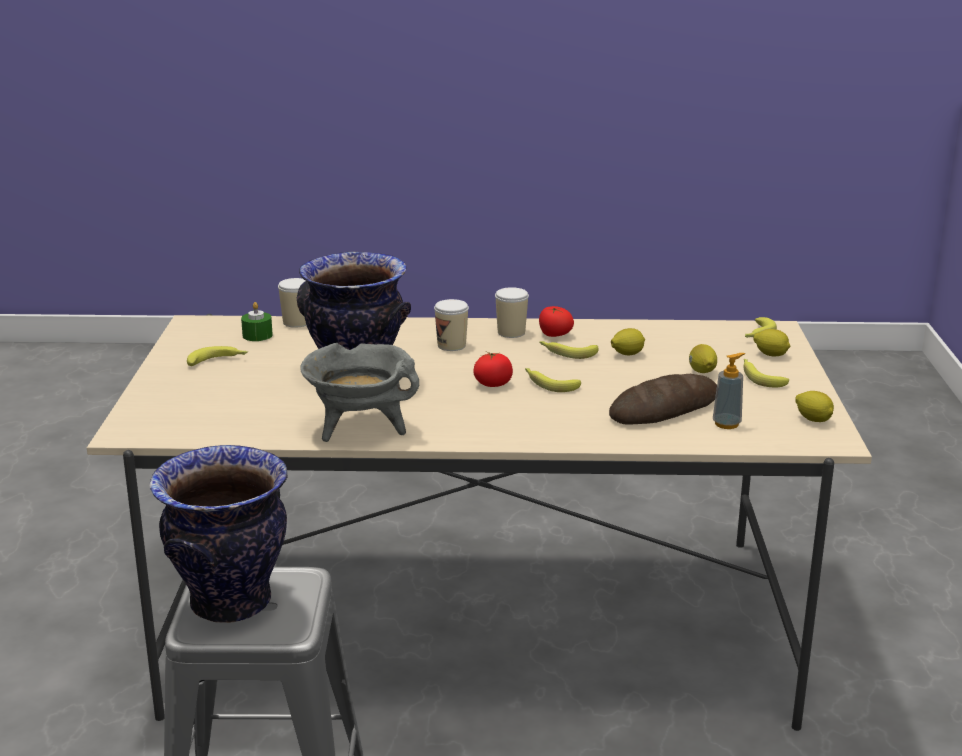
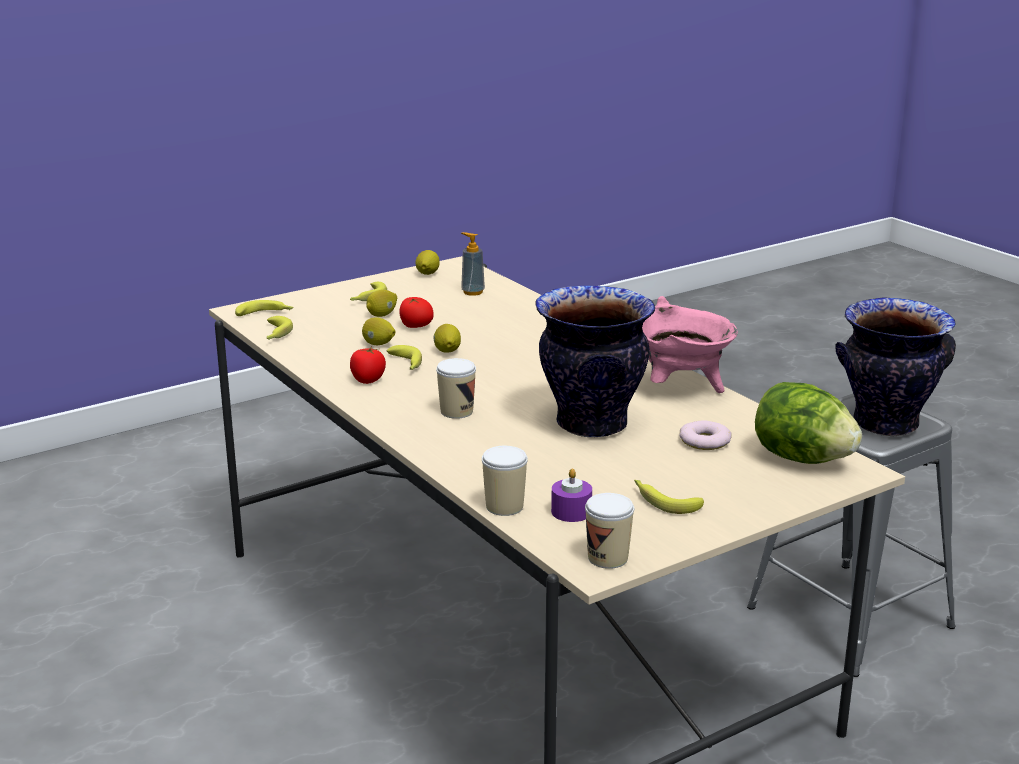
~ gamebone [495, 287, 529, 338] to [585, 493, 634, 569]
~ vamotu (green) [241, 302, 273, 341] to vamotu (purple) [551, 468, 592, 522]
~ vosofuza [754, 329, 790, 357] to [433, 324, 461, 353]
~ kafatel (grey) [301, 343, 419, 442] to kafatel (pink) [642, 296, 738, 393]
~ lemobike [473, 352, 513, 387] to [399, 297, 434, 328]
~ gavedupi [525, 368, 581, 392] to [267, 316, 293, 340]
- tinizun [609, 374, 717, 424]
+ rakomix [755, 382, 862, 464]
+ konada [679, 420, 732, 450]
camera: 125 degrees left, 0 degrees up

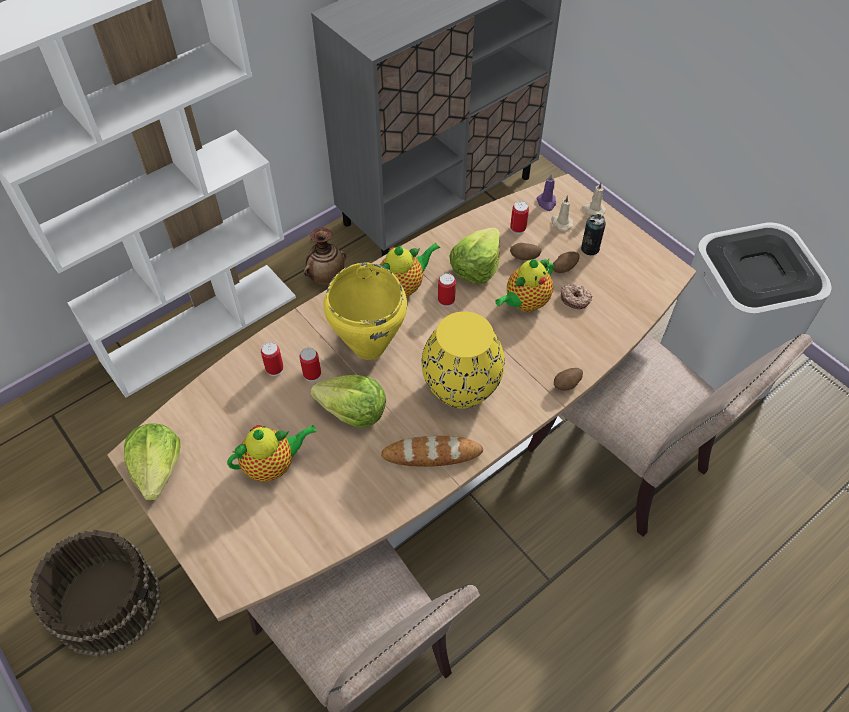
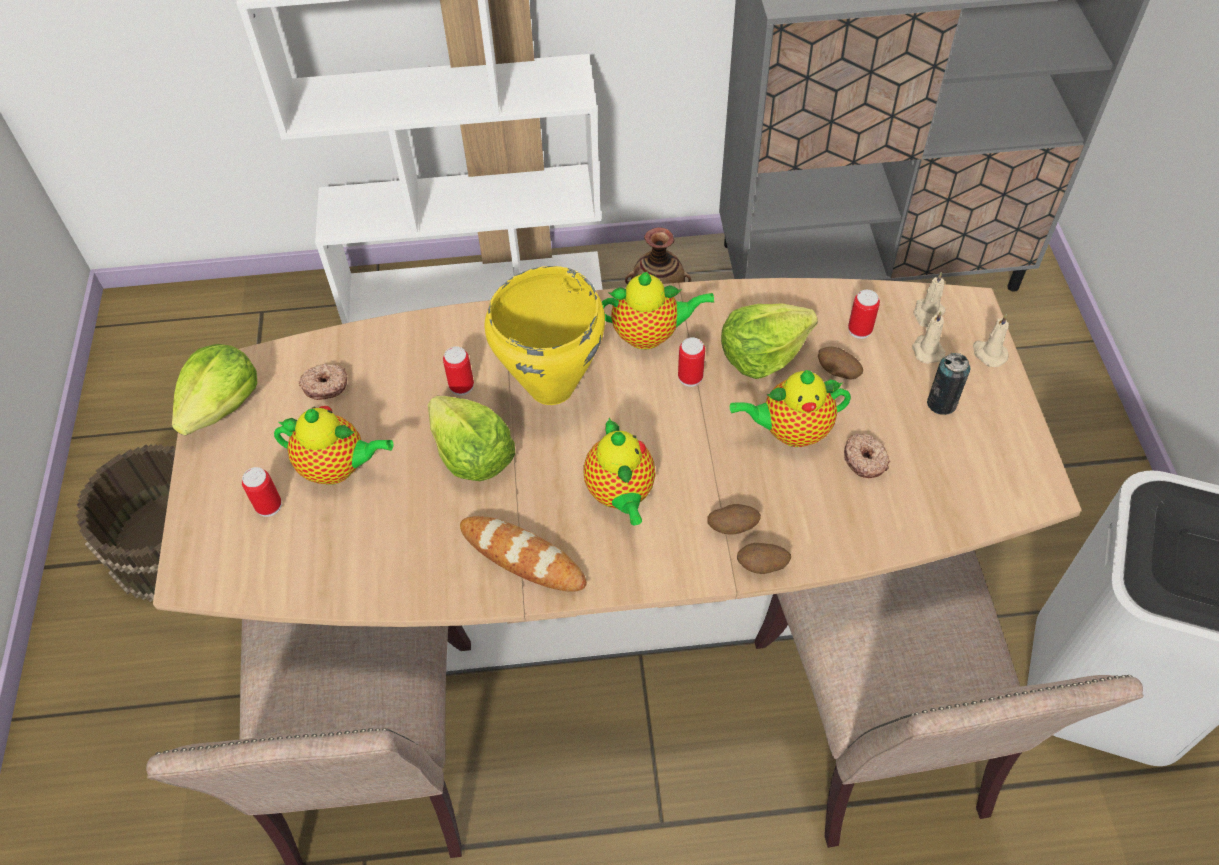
~ vamotu (purple) [536, 174, 556, 211] to vamotu (beige) [913, 272, 946, 327]
~ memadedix [553, 251, 580, 273] to [707, 504, 761, 535]
~ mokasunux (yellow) [421, 311, 505, 409] to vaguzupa [583, 418, 656, 526]
~ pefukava [261, 342, 284, 376] to [242, 467, 282, 517]
+ konada [299, 364, 347, 400]
camera: 35 degrees right, 0 degrees up

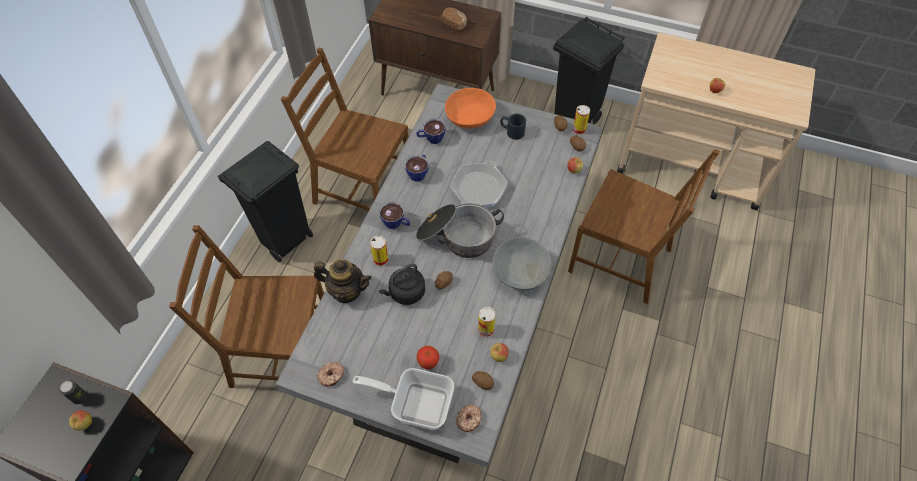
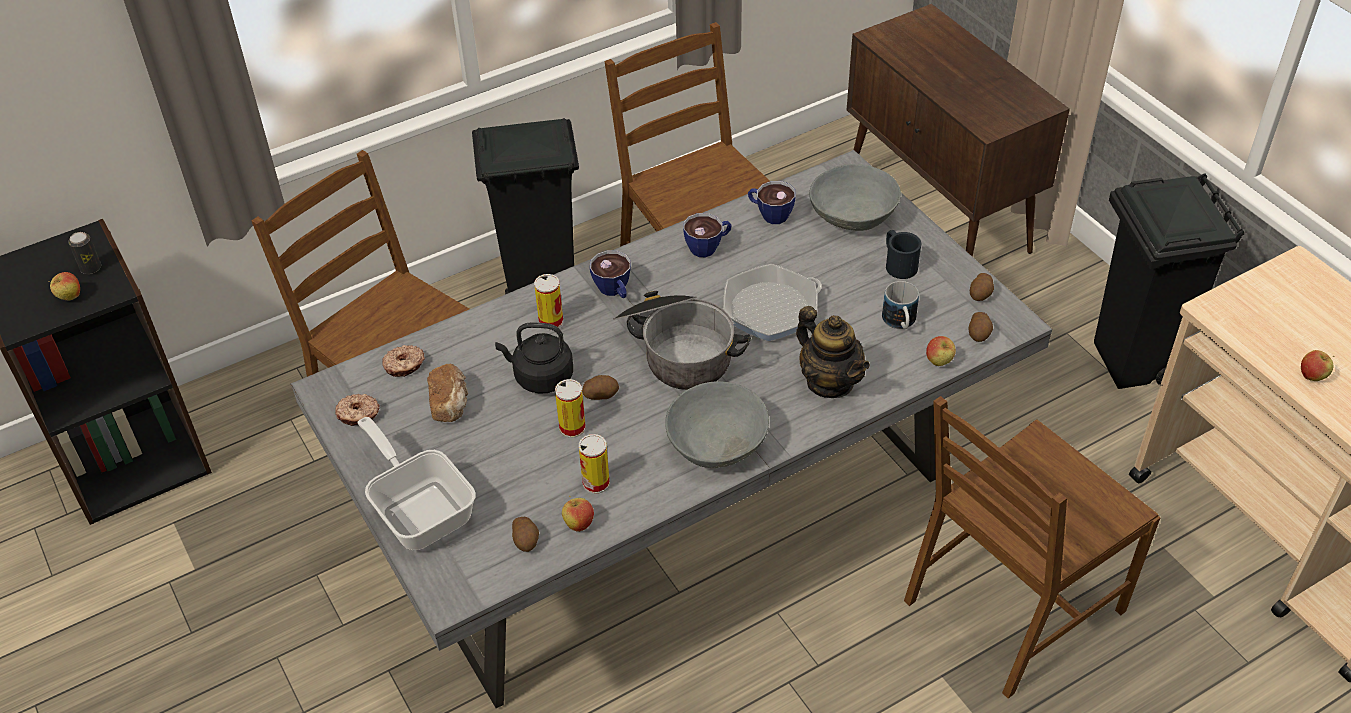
~ tinizun [441, 7, 467, 30] to [427, 364, 468, 422]
~ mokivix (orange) [445, 88, 496, 129] to mokivix (grey) [809, 164, 901, 231]
~ pefukava [573, 105, 590, 135] to [555, 379, 586, 438]
~ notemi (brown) [568, 149, 720, 304] = [904, 396, 1161, 699] 75 degrees clockwise
~ vaguzupa [314, 259, 371, 303] to [796, 306, 870, 398]
- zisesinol [417, 346, 439, 369]
~ konada [456, 404, 481, 432] to [382, 345, 425, 377]
+ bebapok [882, 281, 919, 329]
camera: 40 degrees right, 10 degrees down

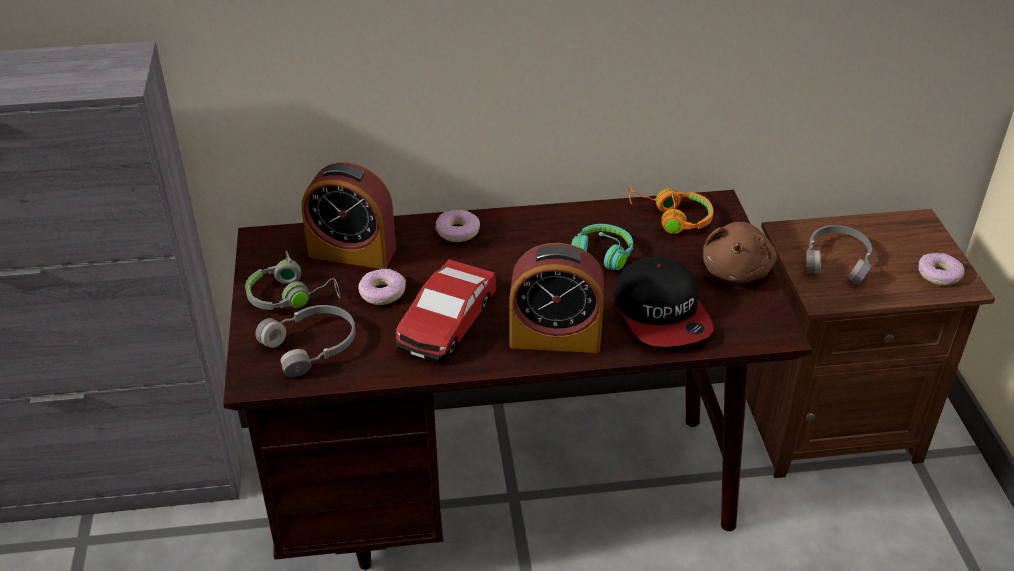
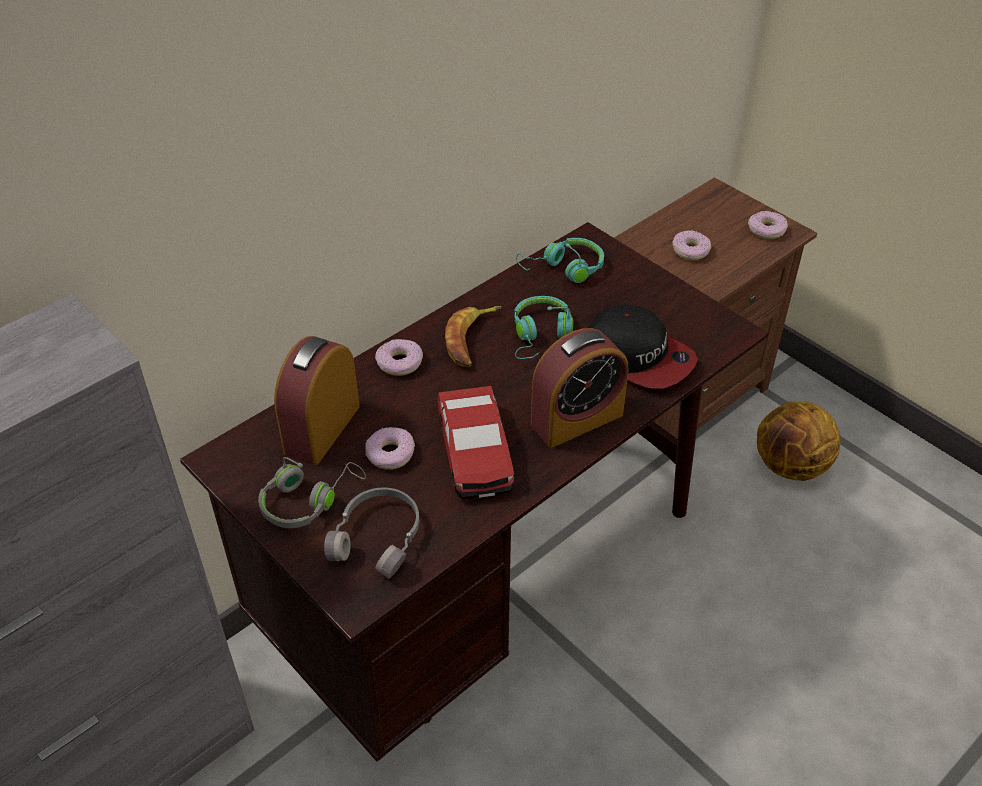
~ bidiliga [302, 162, 396, 269] = [274, 336, 360, 465] 135 degrees clockwise
~ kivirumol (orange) [629, 185, 713, 234] to kivirumol (turquoise) [516, 238, 604, 283]
- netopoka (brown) [703, 222, 777, 283]
~ kivirumol (grey) [806, 225, 872, 285] to konada [672, 230, 711, 260]
+ gavedupi [445, 306, 501, 367]
+ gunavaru [757, 401, 841, 481]
camera: 35 degrees left, 5 degrees up

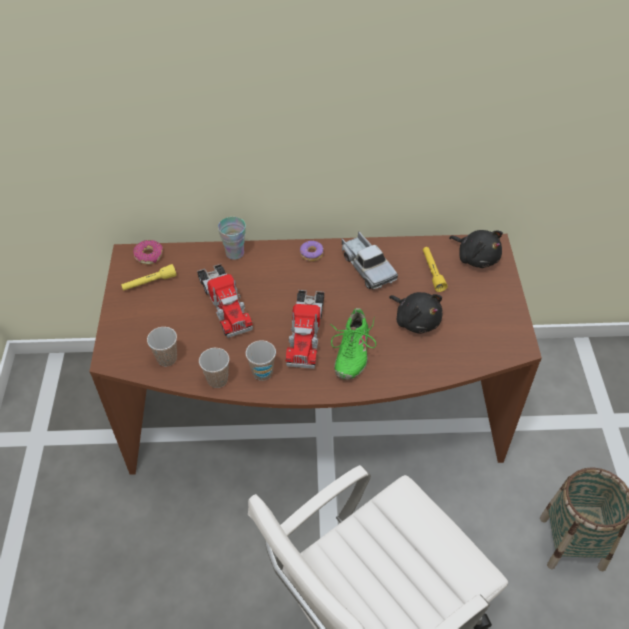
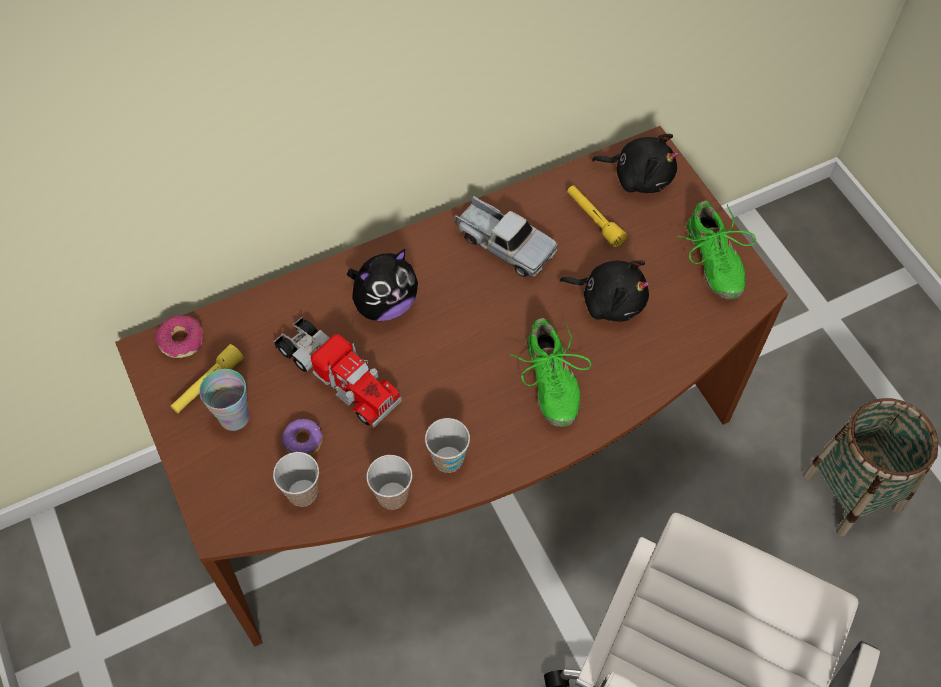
~ gamebone [218, 217, 246, 260] to [199, 369, 249, 431]
~ konada [300, 241, 324, 262] to [282, 419, 323, 456]
- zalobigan [286, 290, 324, 369]
+ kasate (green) [677, 200, 756, 300]
+ netopoka [347, 249, 418, 321]
camera: 25 degrees left, 10 degrees up

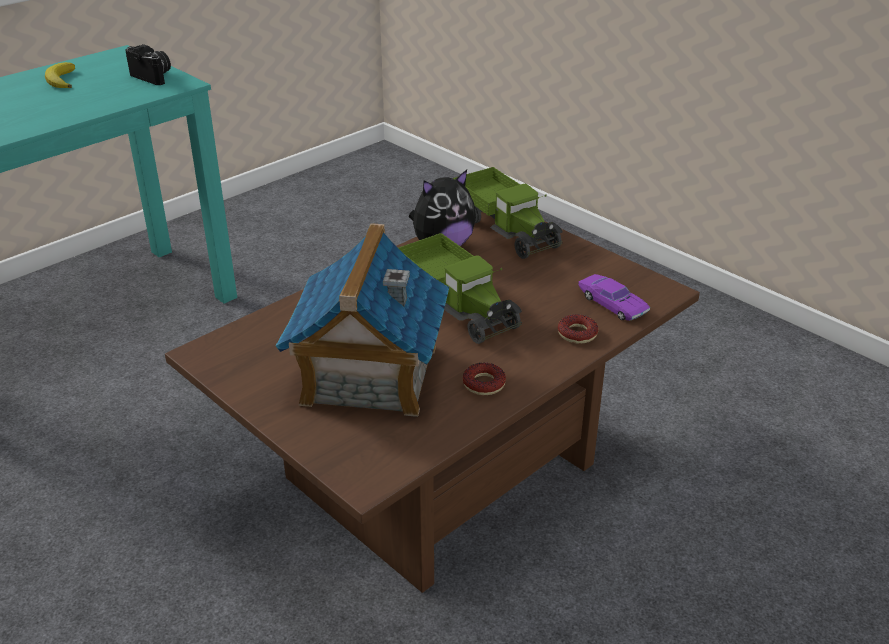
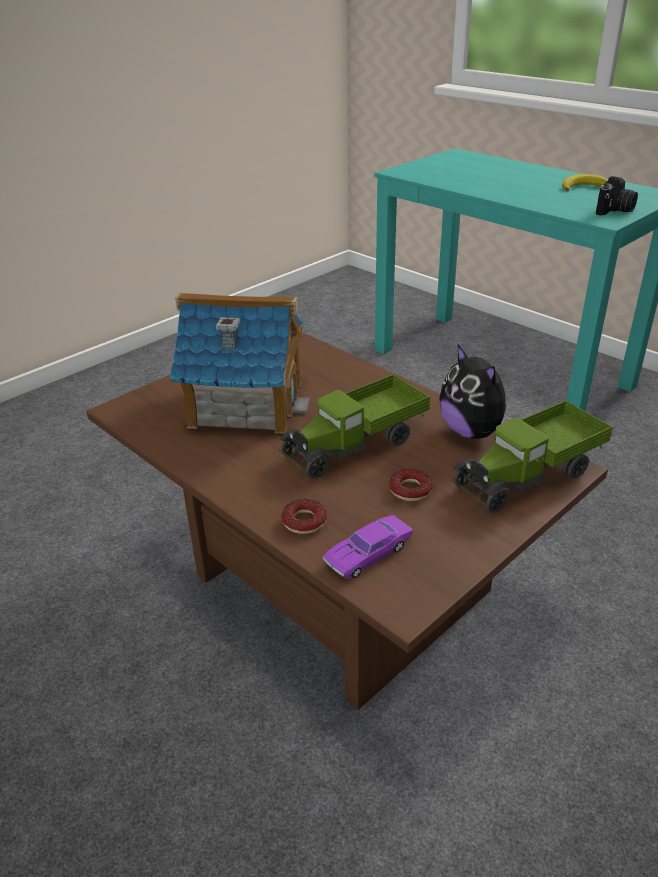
~ konada [463, 363, 506, 395] to [389, 469, 433, 501]
camera: 90 degrees right, 0 degrees up

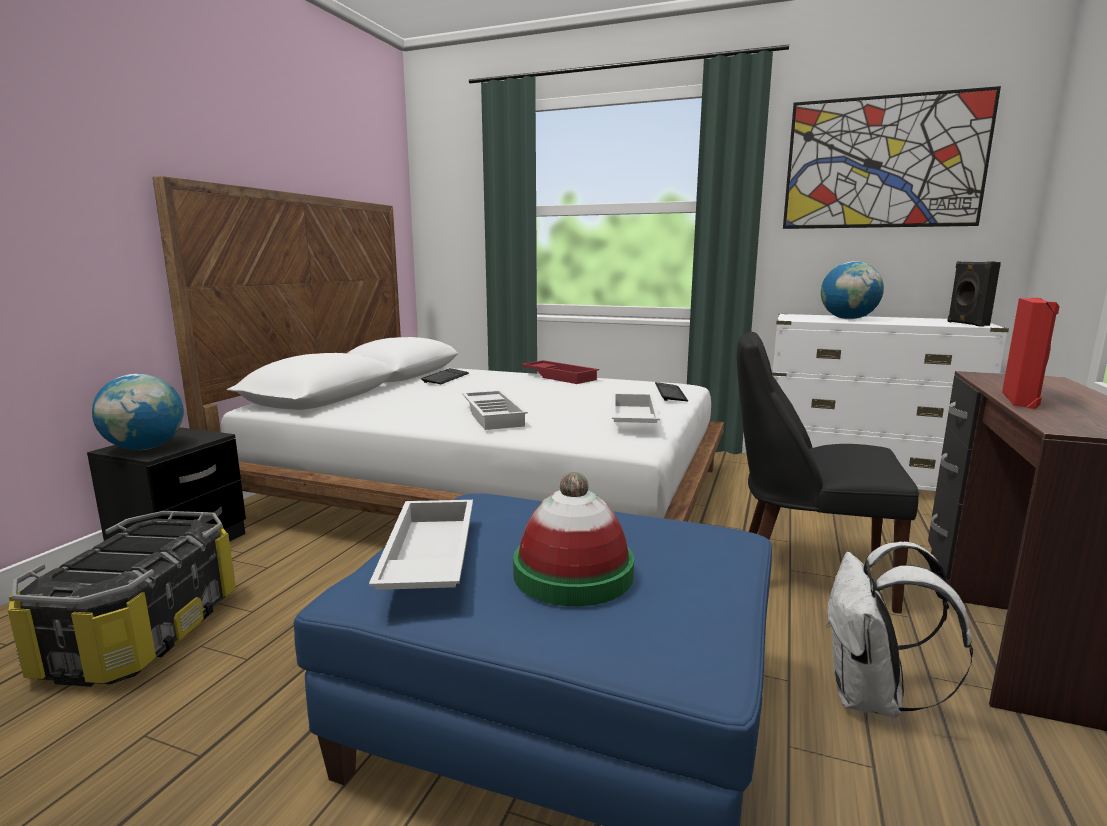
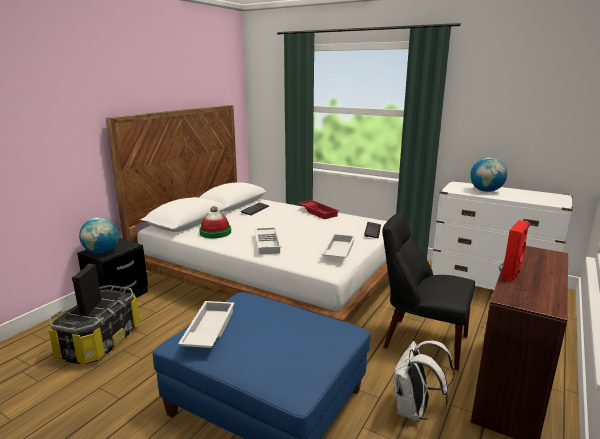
- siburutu [783, 86, 1001, 229]
~ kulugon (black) [948, 261, 1001, 327] to [72, 264, 102, 316]
~ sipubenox [513, 472, 634, 606] to [199, 206, 231, 238]
camera: 10 degrees right, 5 degrees up

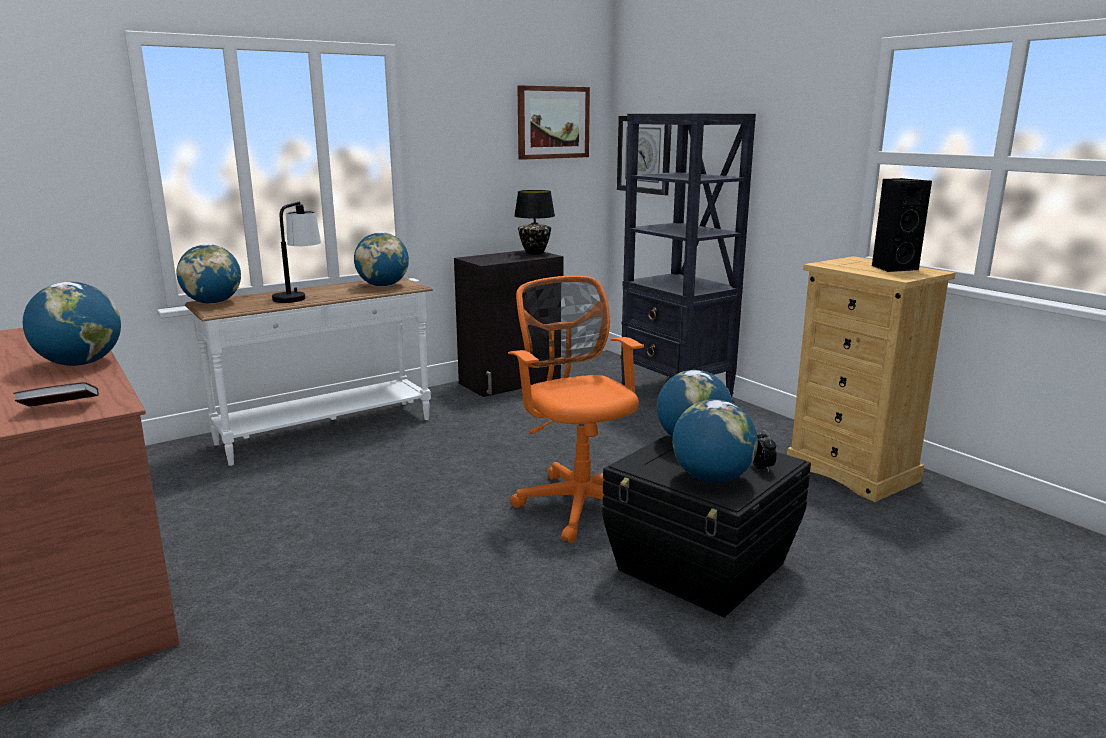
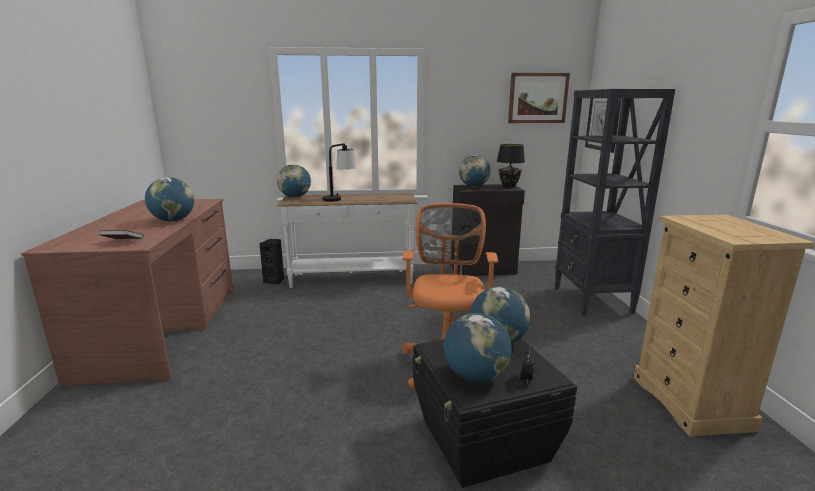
~ kulugon (black) [872, 178, 932, 272] to [259, 239, 284, 285]
~ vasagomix [354, 232, 409, 287] to [459, 155, 491, 187]
camera: 30 degrees right, 0 degrees up

